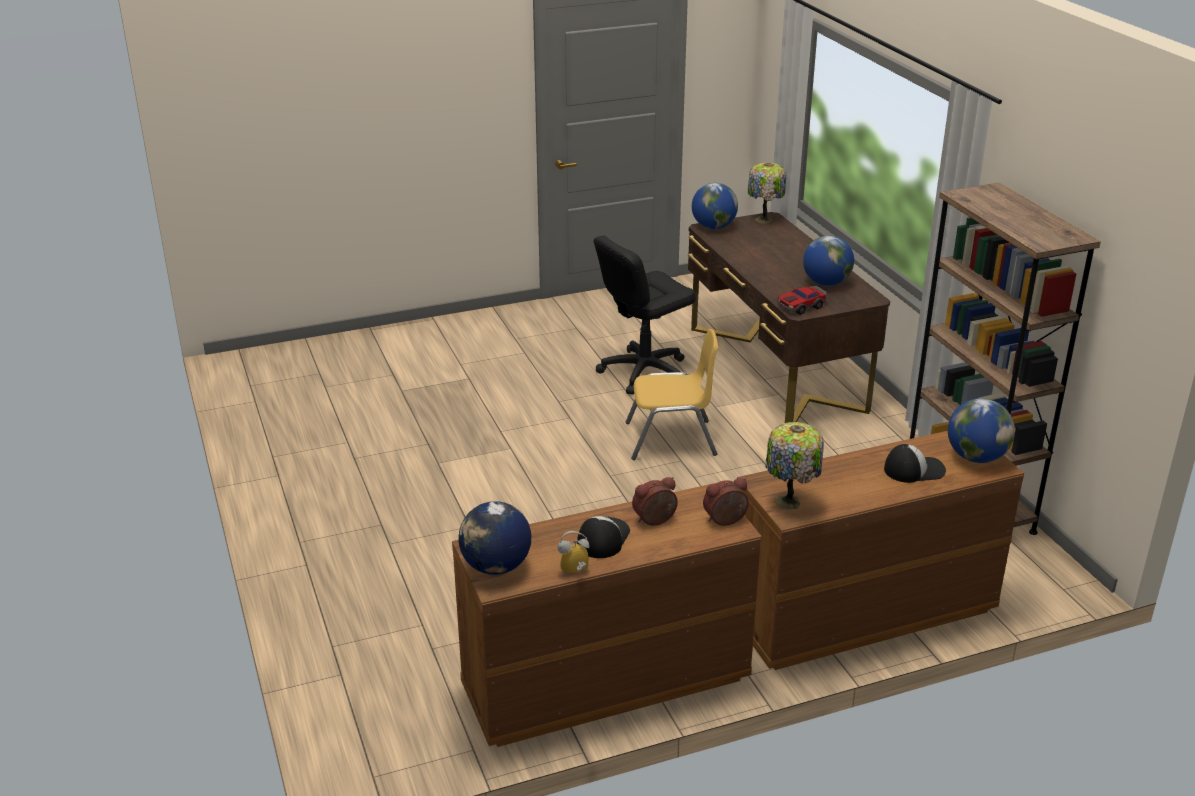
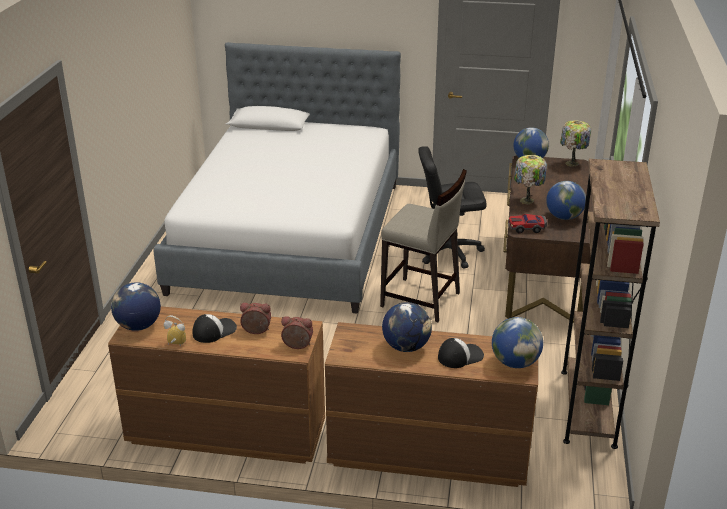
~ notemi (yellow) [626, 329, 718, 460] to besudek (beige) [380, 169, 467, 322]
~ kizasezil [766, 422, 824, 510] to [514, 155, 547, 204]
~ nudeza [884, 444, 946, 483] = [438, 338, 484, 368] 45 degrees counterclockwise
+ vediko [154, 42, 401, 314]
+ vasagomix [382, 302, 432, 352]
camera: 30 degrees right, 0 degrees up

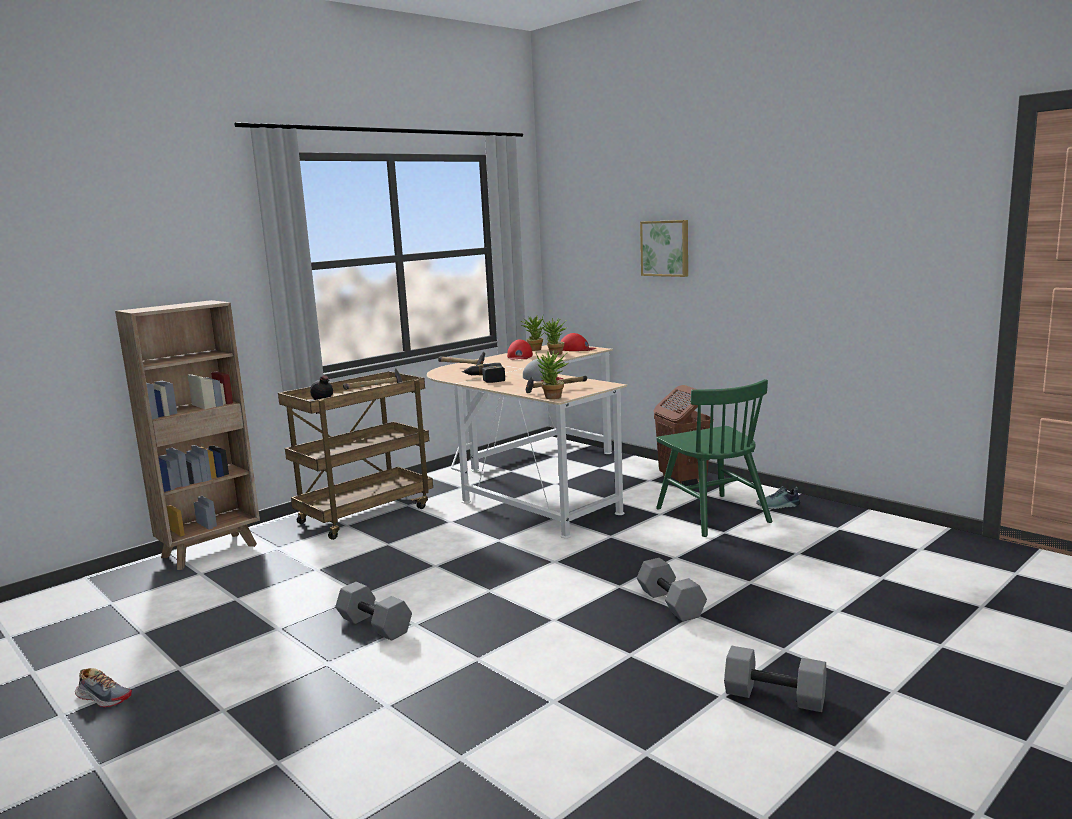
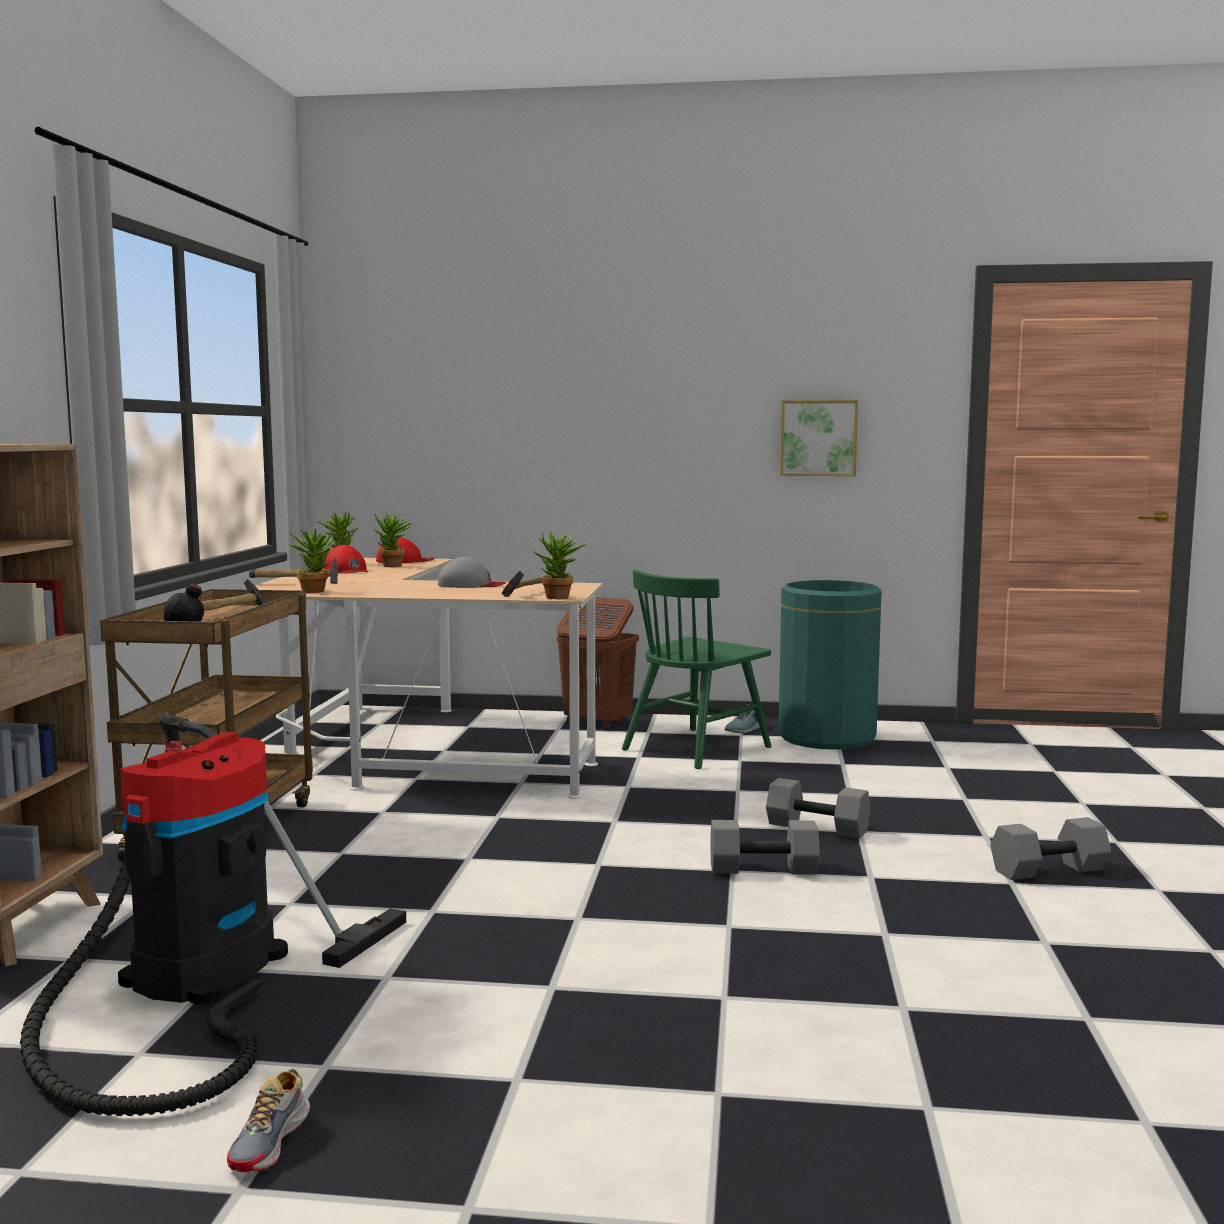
~ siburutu [640, 220, 688, 277] to [780, 400, 858, 476]
- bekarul [462, 363, 505, 383]
~ notemi (green) [656, 379, 773, 537] = [622, 570, 772, 769] 105 degrees clockwise
~ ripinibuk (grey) [335, 582, 412, 641] to [710, 820, 820, 874]
~ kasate [75, 668, 132, 707] = [227, 1069, 310, 1172] 120 degrees clockwise
+ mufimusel [287, 527, 333, 593]
+ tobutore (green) [778, 580, 882, 750]
+ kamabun [20, 714, 406, 1116]
camera: 40 degrees left, 5 degrees down

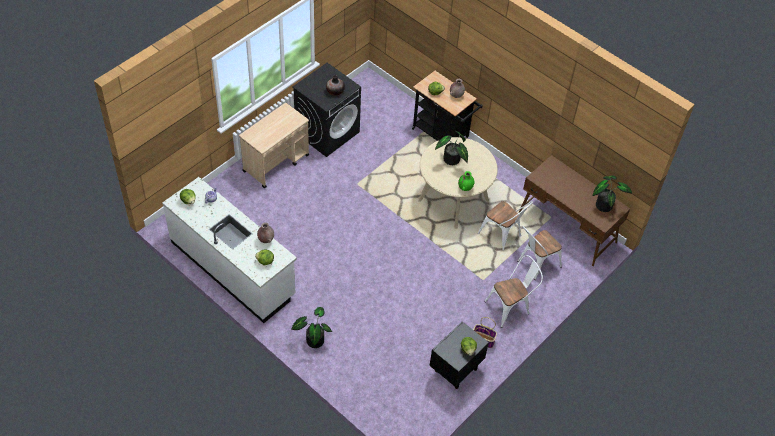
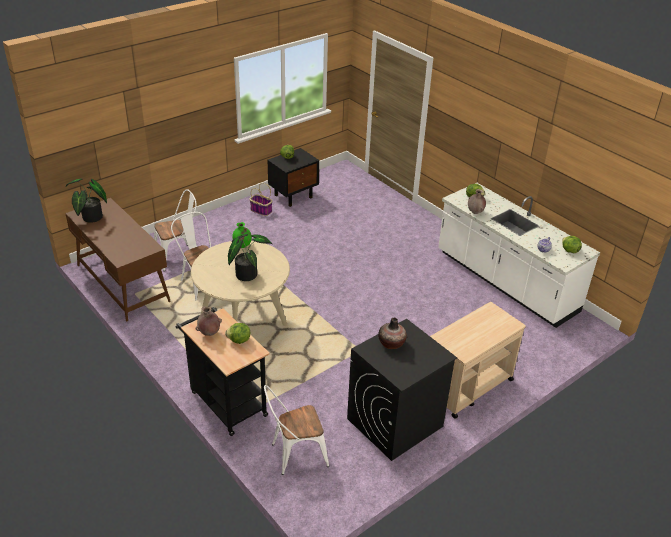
~ notemi (white) [485, 255, 543, 328] to [264, 385, 329, 475]
- mufimusel [291, 307, 332, 348]
camera: 170 degrees left, 15 degrees down

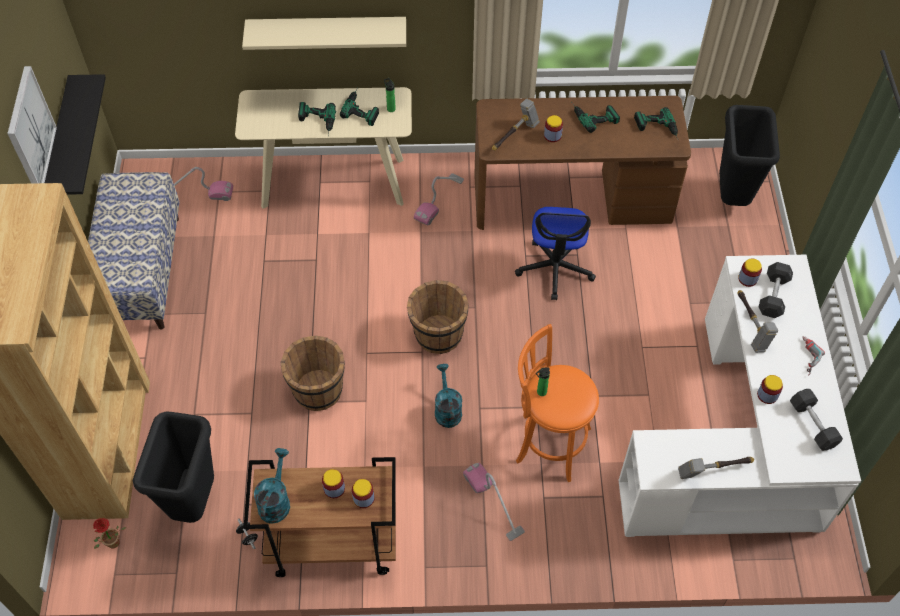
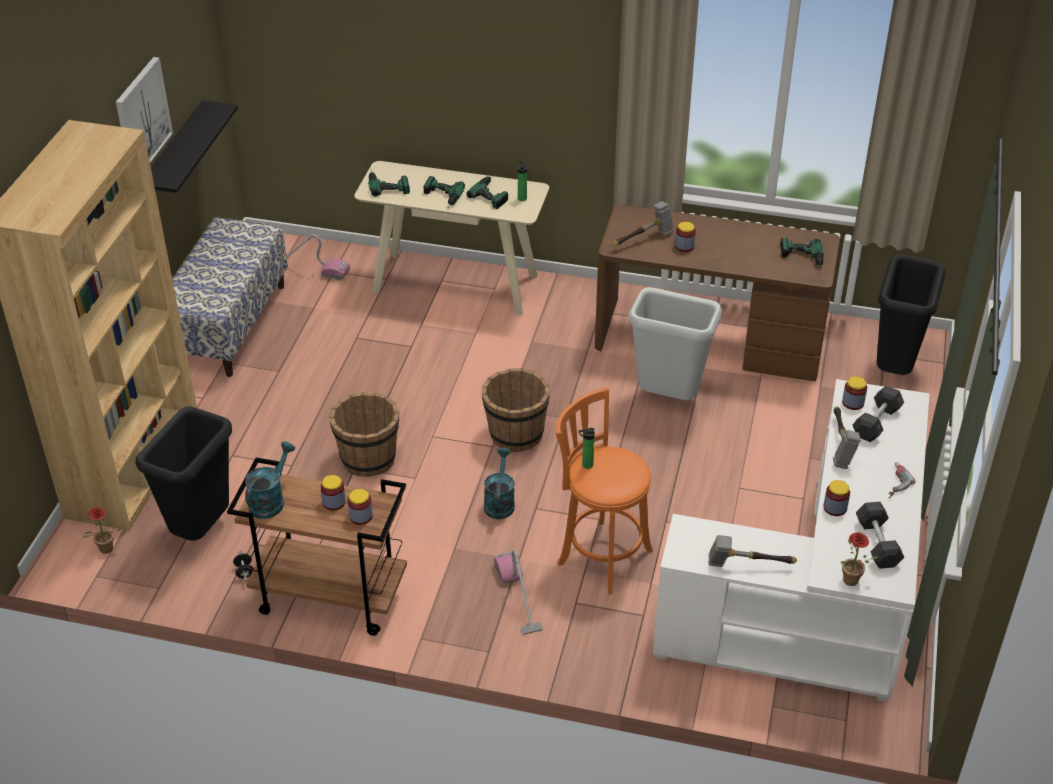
- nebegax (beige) [242, 17, 406, 50]
~ bekarul [572, 103, 620, 133] to [368, 170, 410, 196]
- kamabun [414, 173, 464, 226]
~ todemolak [515, 207, 596, 300] to tobutore (grey) [628, 287, 722, 400]
+ mufimusel [841, 532, 878, 586]
camera: 15 degrees right, 15 degrees down

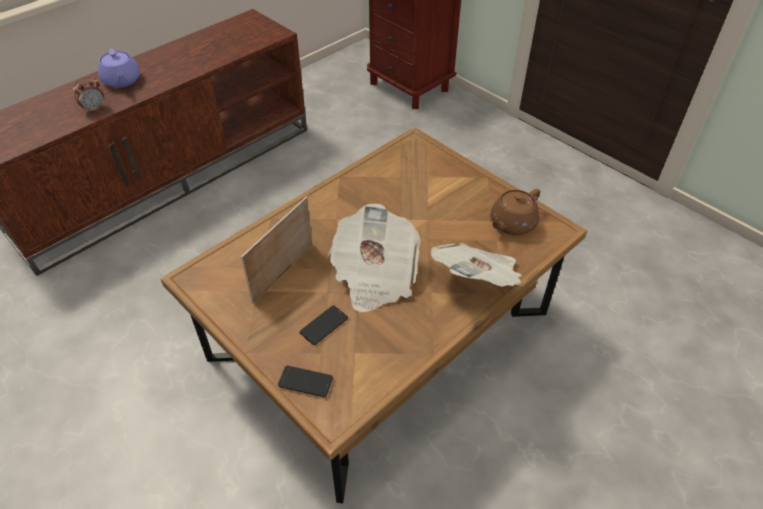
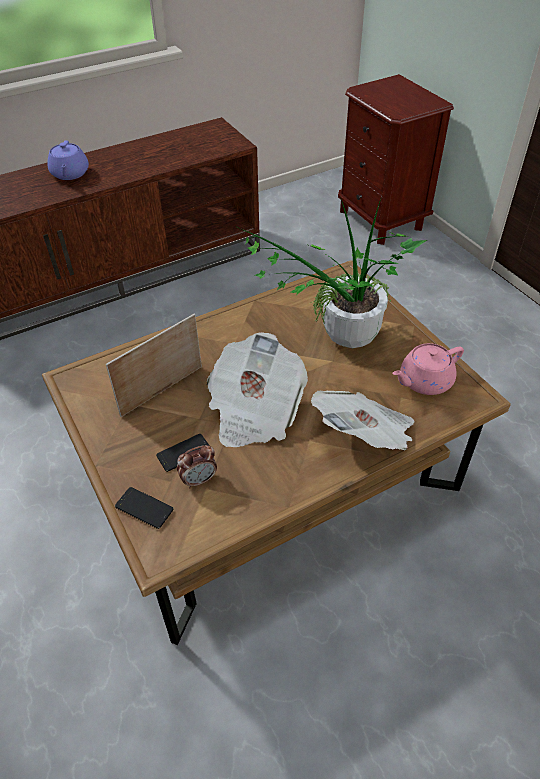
~ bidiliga [73, 77, 104, 114] to [177, 445, 217, 489]
~ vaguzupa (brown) [490, 189, 540, 235] to vaguzupa (pink) [392, 343, 464, 395]
+ mufimusel [240, 196, 427, 348]
camera: 15 degrees right, 0 degrees up

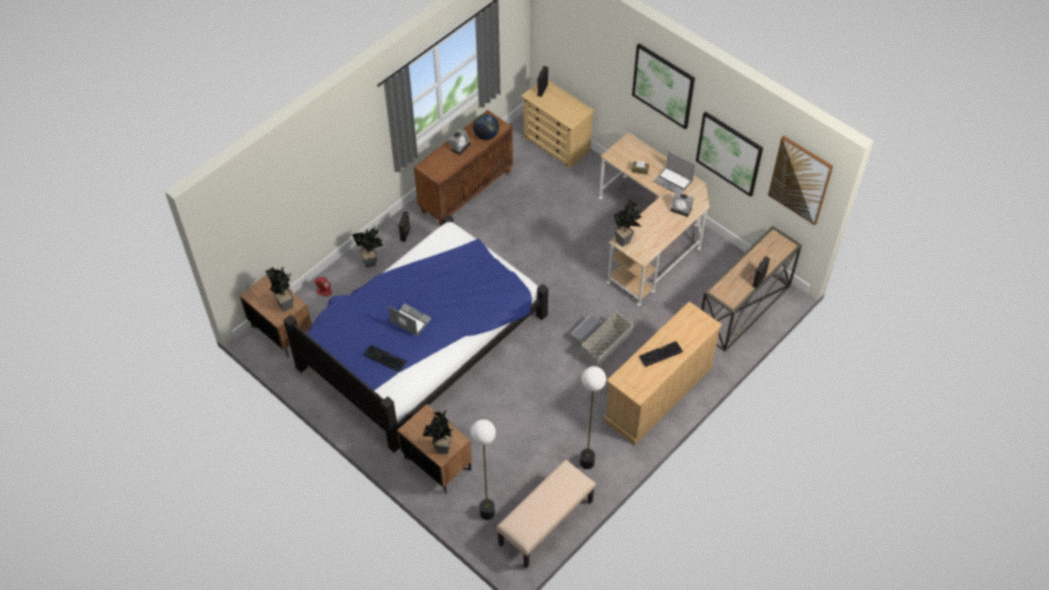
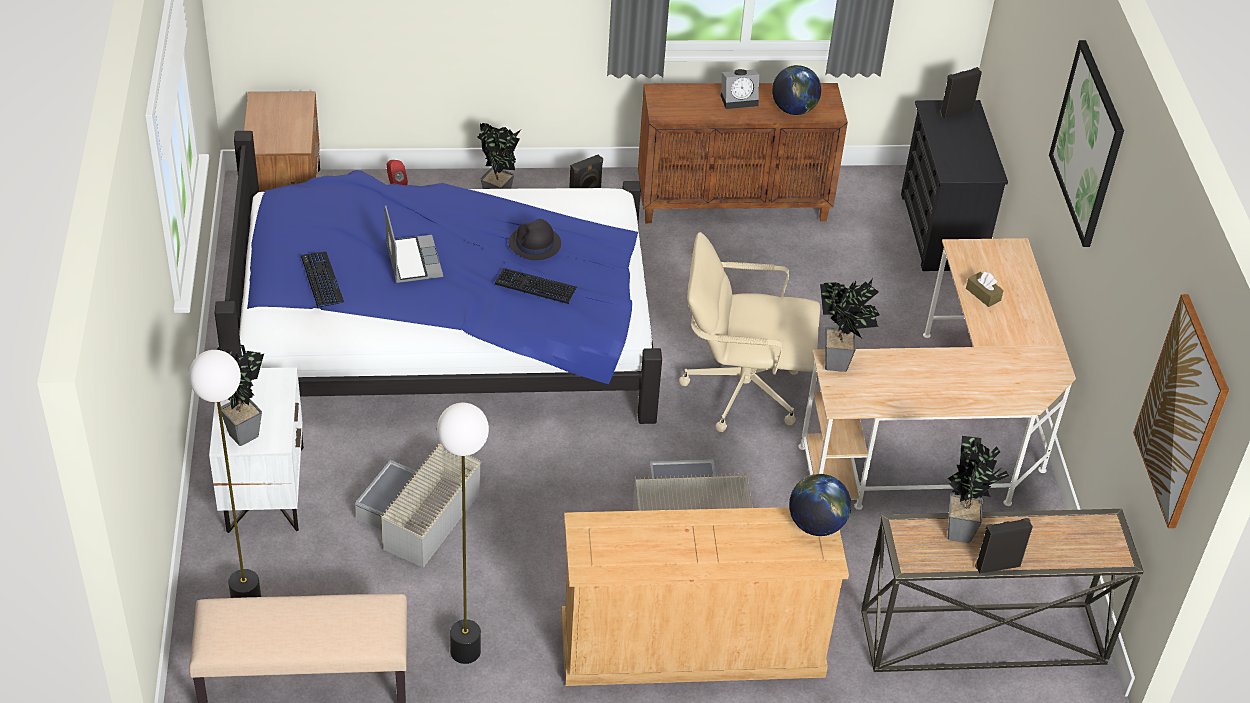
~ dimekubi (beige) [521, 80, 595, 169] to dimekubi (black) [901, 100, 1008, 271]
- siburutu [696, 111, 763, 197]
- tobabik [654, 151, 695, 194]
- bidiliga [670, 192, 694, 217]
~ mufimusel [265, 267, 293, 312] to [948, 436, 1009, 543]
~ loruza [638, 341, 683, 367] to [495, 268, 577, 304]
~ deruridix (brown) [397, 404, 472, 494] to deruridix (white) [209, 367, 304, 533]
+ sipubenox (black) [509, 219, 561, 260]
+ todemolak (beige) [679, 232, 820, 432]
+ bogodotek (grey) [355, 444, 482, 567]
+ vasagomix [789, 474, 851, 536]
camera: 40 degrees right, 10 degrees down

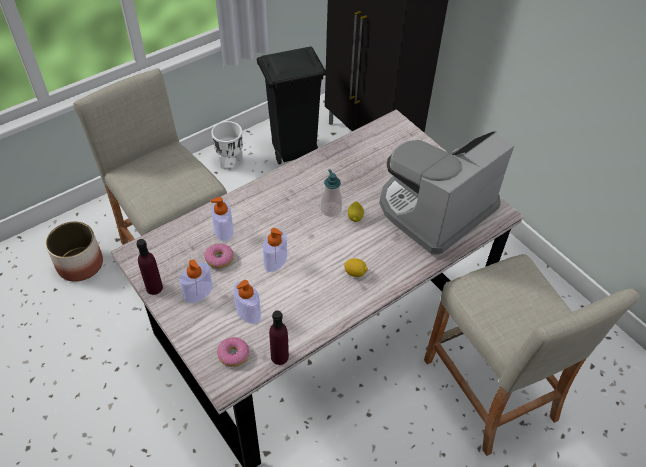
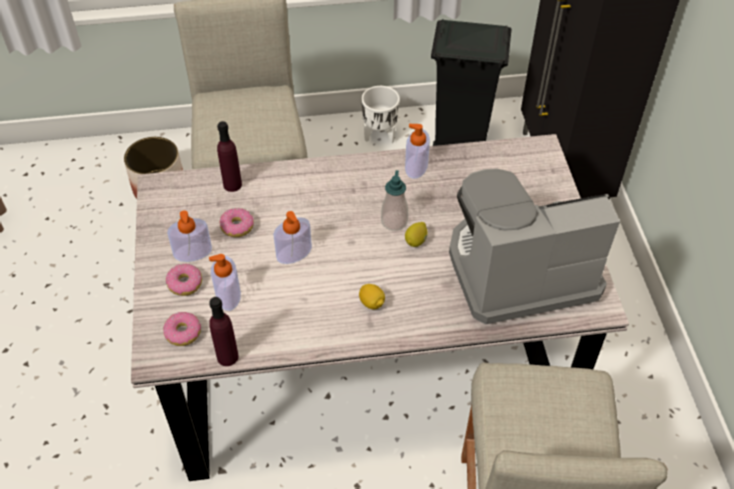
~ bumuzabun [211, 197, 233, 242] to [405, 124, 430, 179]
~ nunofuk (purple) [136, 239, 163, 295] to [217, 121, 242, 192]
+ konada [166, 264, 202, 296]
camera: 30 degrees right, 0 degrees up

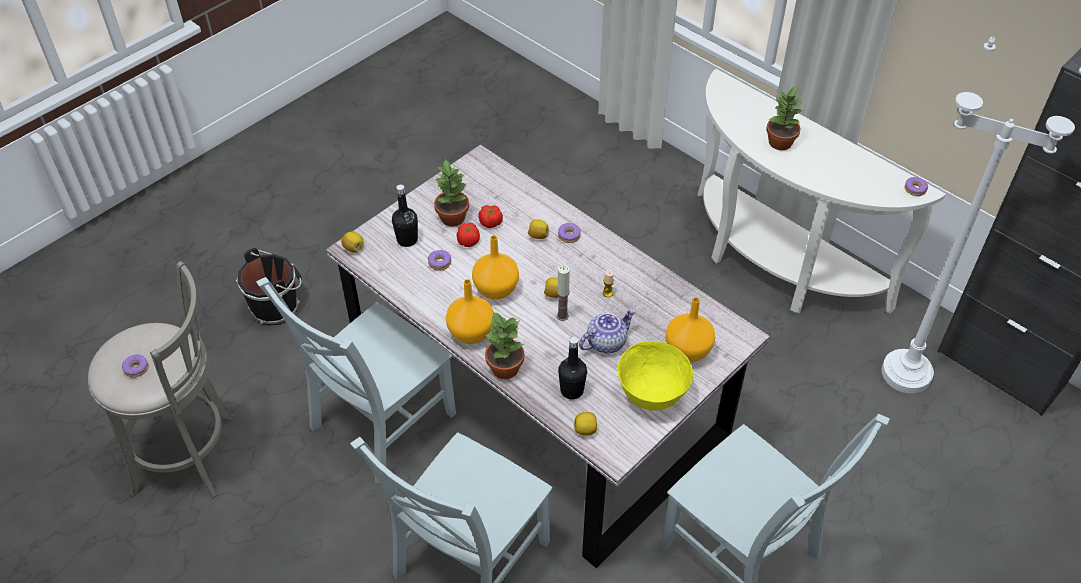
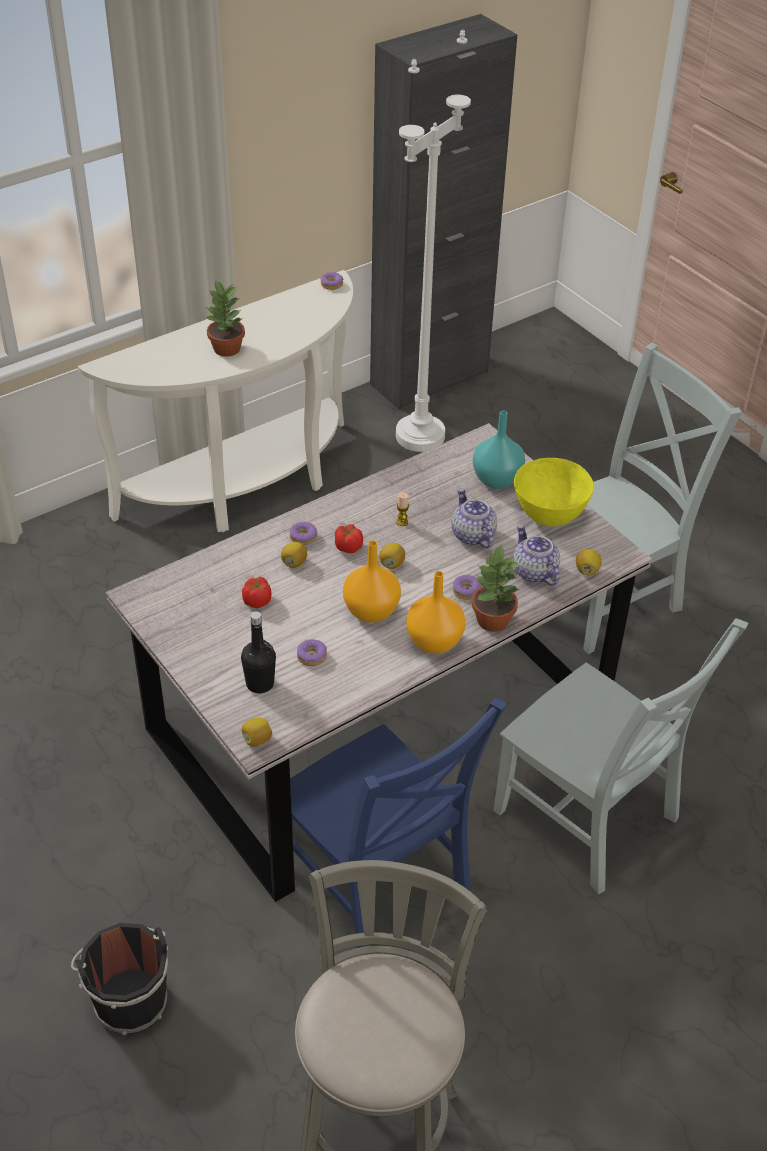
- mufimusel [434, 159, 469, 227]
~ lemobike [457, 222, 480, 247] to [335, 524, 363, 553]
- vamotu [557, 265, 570, 321]
~ notemi (grey) [256, 277, 456, 484] to notemi (blue) [290, 697, 507, 948]
~ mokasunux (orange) [666, 297, 715, 362] to mokasunux (turquoise) [473, 411, 525, 489]
~ nunofuk (black) [558, 336, 587, 399] to vaguzupa [513, 524, 560, 586]
~ konada [122, 355, 149, 378] to [453, 575, 482, 600]
camera: 80 degrees left, 5 degrees down

